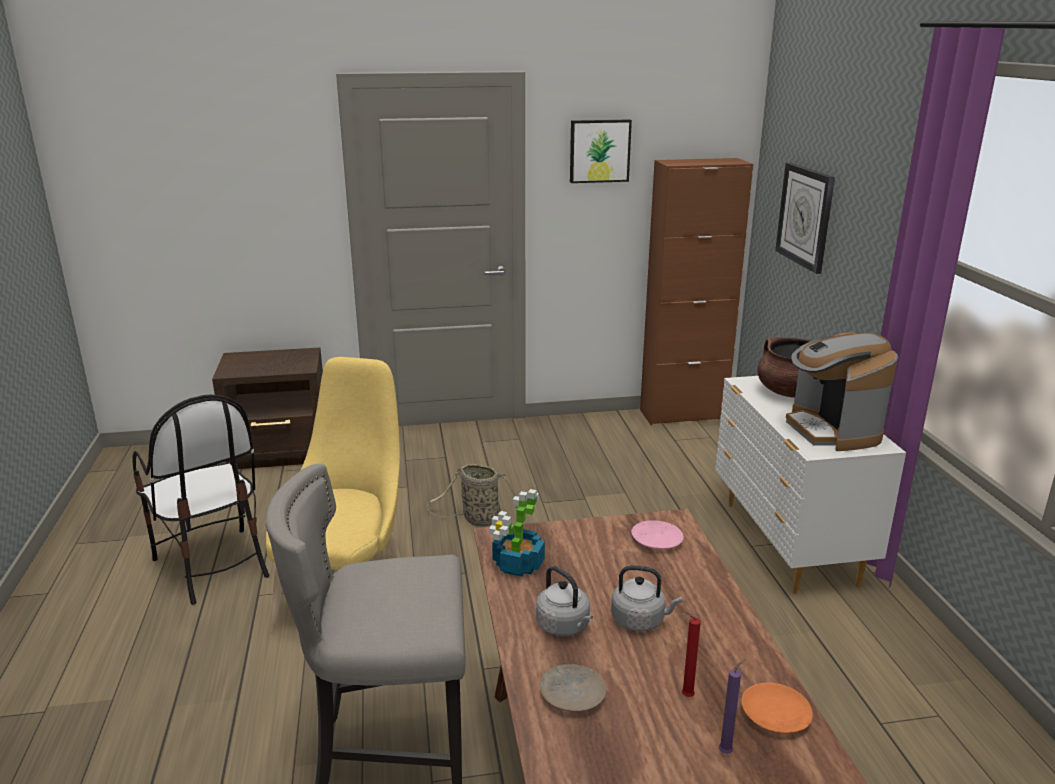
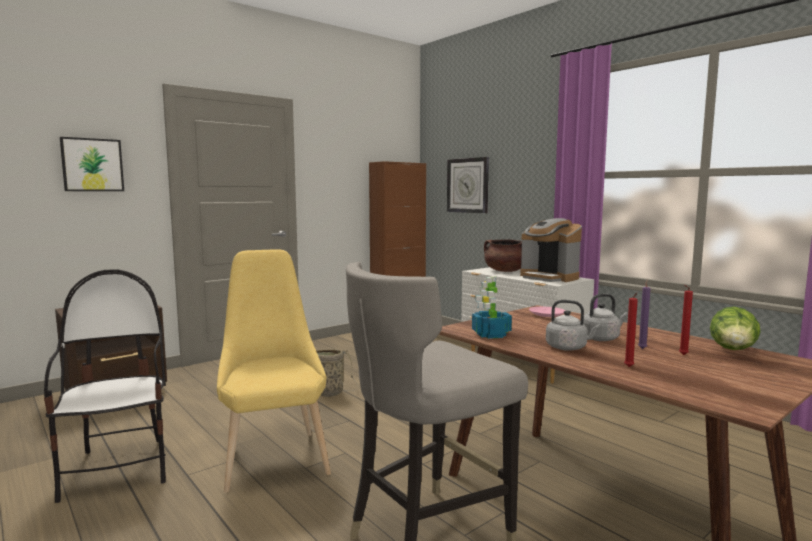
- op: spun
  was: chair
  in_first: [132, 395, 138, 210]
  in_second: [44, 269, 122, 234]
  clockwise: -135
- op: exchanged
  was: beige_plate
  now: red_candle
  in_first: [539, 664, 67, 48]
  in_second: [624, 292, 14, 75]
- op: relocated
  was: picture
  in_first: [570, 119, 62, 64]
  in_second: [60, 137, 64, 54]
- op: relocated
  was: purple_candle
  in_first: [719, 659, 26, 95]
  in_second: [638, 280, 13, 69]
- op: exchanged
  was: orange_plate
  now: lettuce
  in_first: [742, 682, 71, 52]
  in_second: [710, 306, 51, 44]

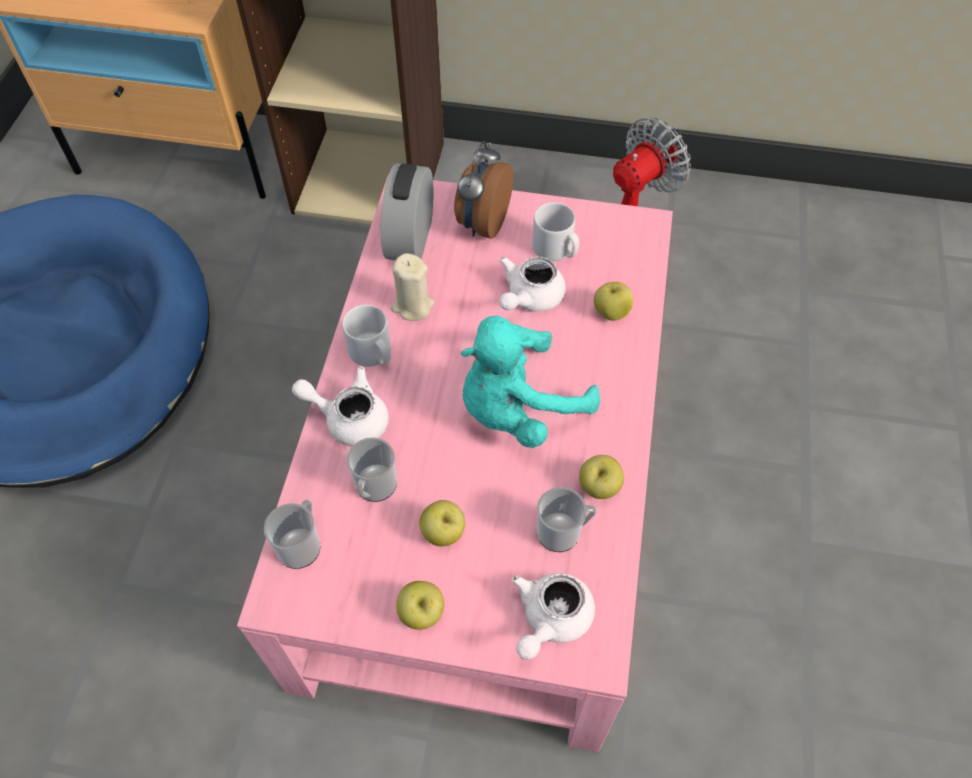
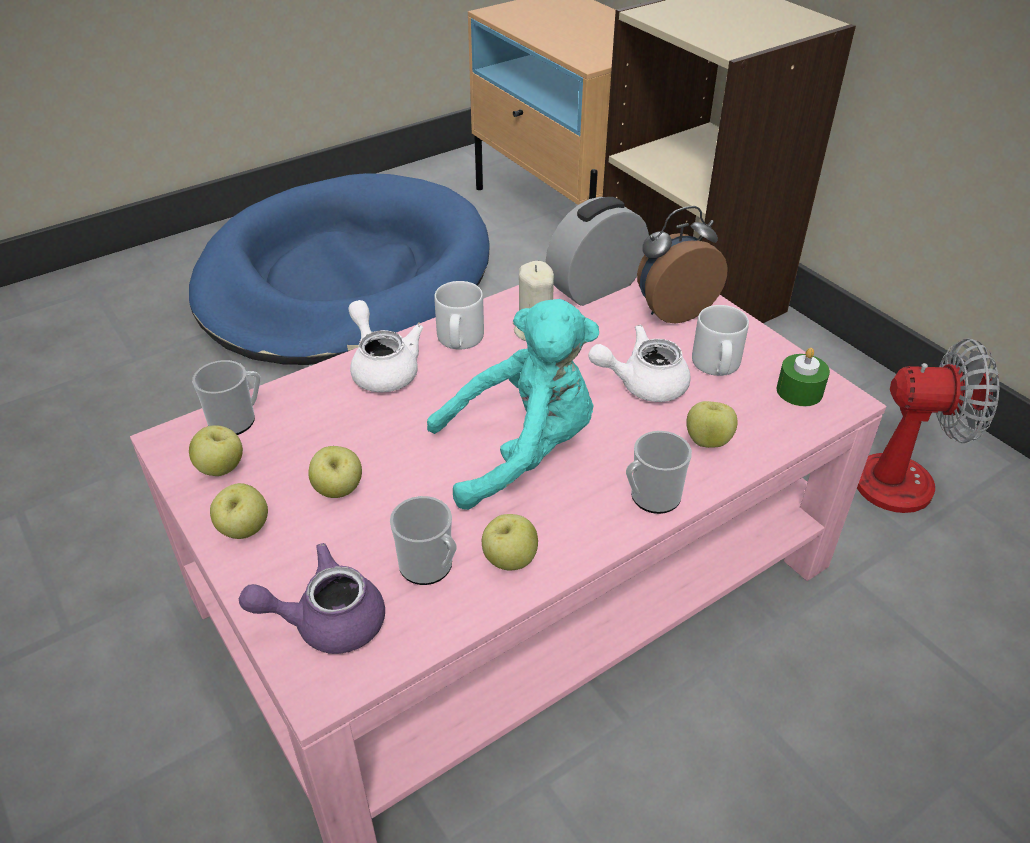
- op: relocated
  was: mug
  in_first: [347, 438, 50, 64]
  in_second: [626, 431, 66, 83]
- op: spun
  was: turquoise_plush_toy
  in_first: [461, 316, 140, 132]
  in_second: [427, 299, 172, 211]
  clockwise: 150
- op: colour
  was: white_teapot
  now: purple_teapot
  in_first: [512, 573, 83, 87]
  in_second: [239, 543, 146, 111]
- op: appeared
  now: apple
  in_second: [189, 425, 54, 51]
- op: appeared
  now: green_candle
  in_second: [776, 348, 54, 58]

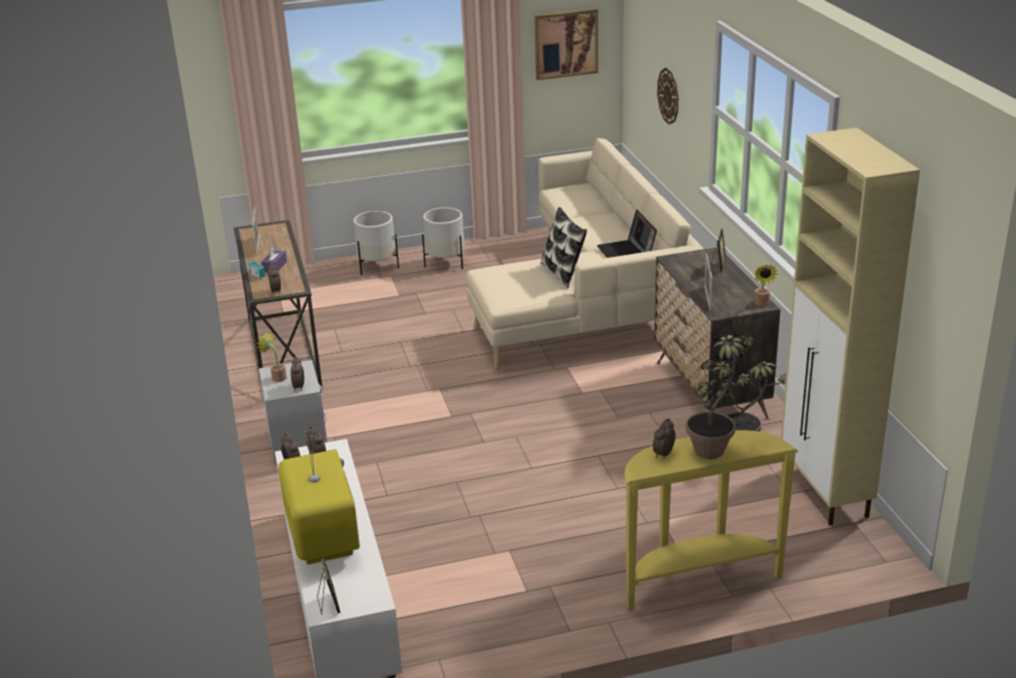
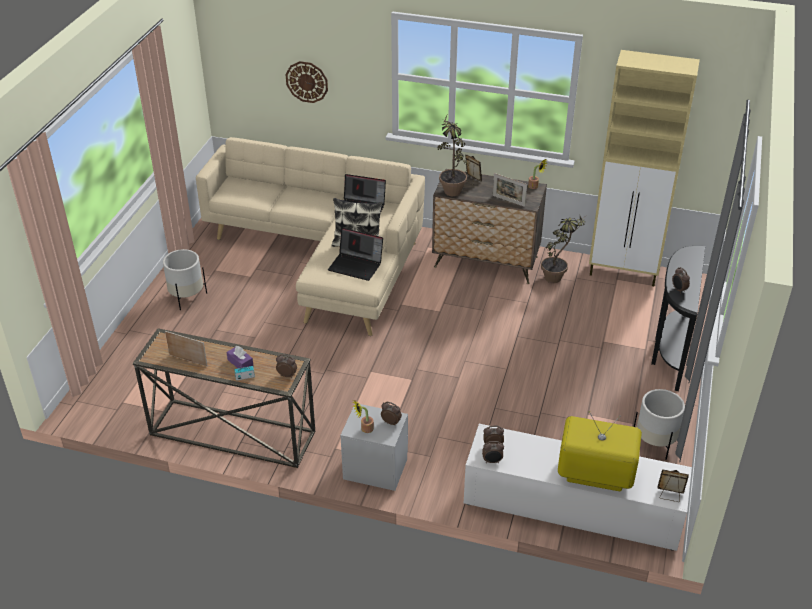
- op: relocated
  was: white_planter
  in_first: [353, 211, 46, 64]
  in_second: [634, 389, 51, 71]
- op: missing
  was: picture
  in_first: [534, 8, 64, 72]
- op: colour
  was: yellow_console_table
  now: black_console_table
  in_first: [625, 430, 173, 181]
  in_second: [651, 246, 54, 145]
- op: relocated
  was: potted_plant
  in_first: [686, 328, 71, 131]
  in_second: [437, 116, 31, 80]
- op: appeared
  now: laptop
  in_second: [328, 228, 55, 53]

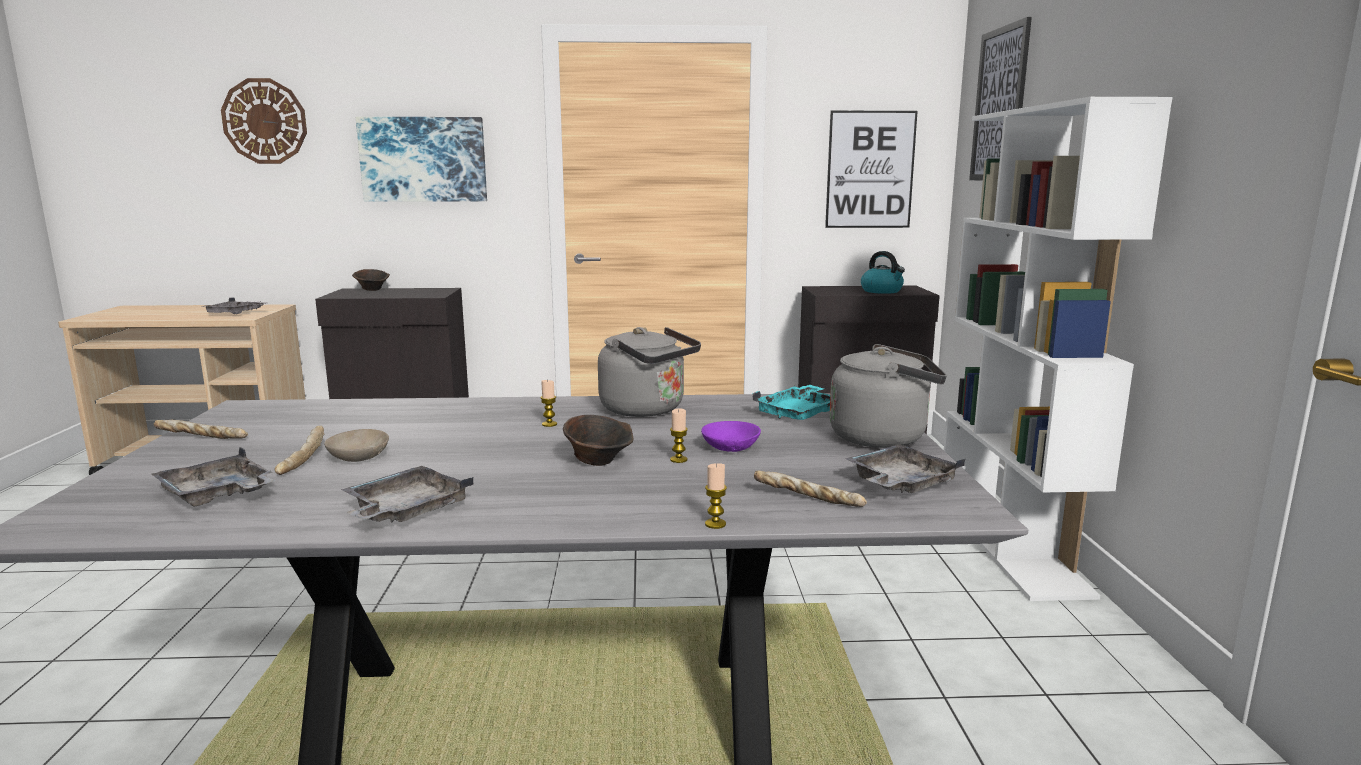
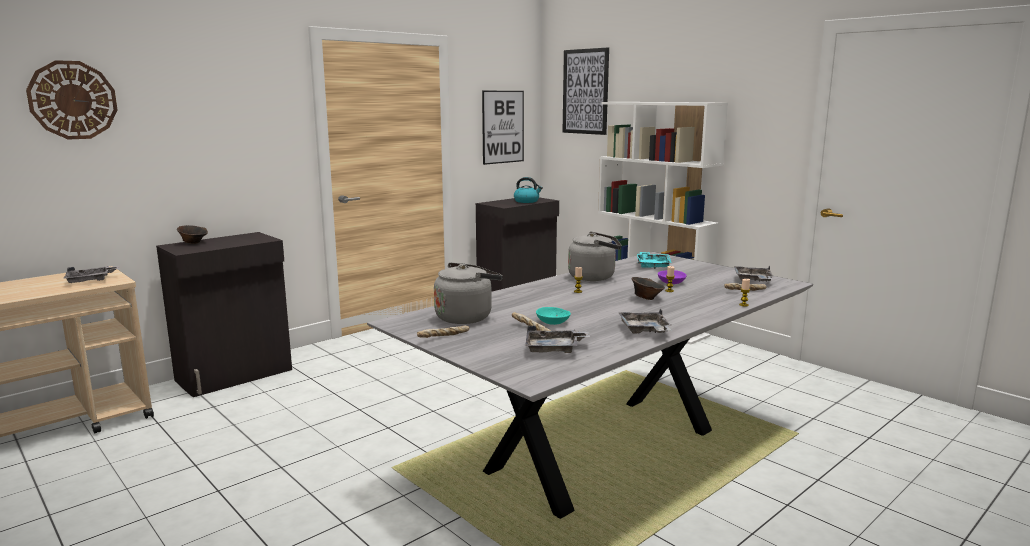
- op: colour
  was: beige_bowl
  now: turquoise_bowl
  in_first: [324, 429, 65, 33]
  in_second: [536, 307, 35, 18]
- op: missing
  was: picture
  in_first: [356, 117, 131, 85]
- op: relocated
  was: grey_kettle
  in_first: [829, 344, 118, 104]
  in_second: [434, 263, 69, 61]

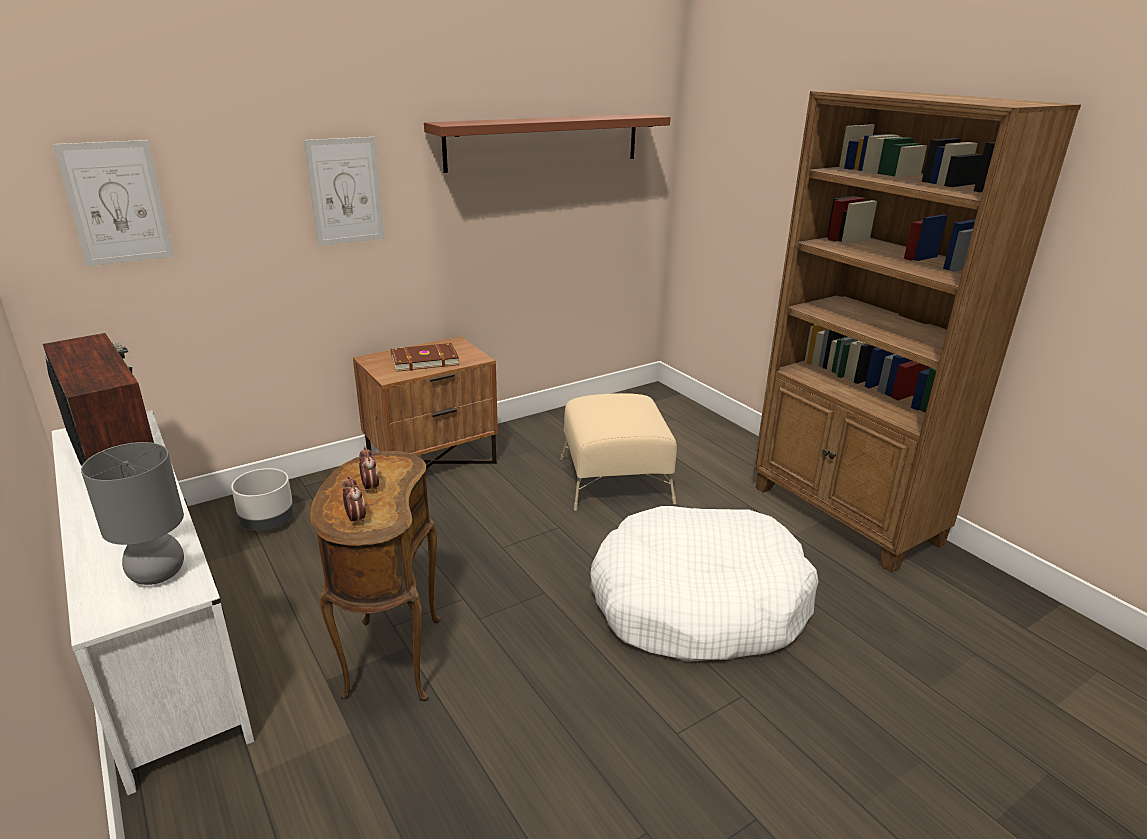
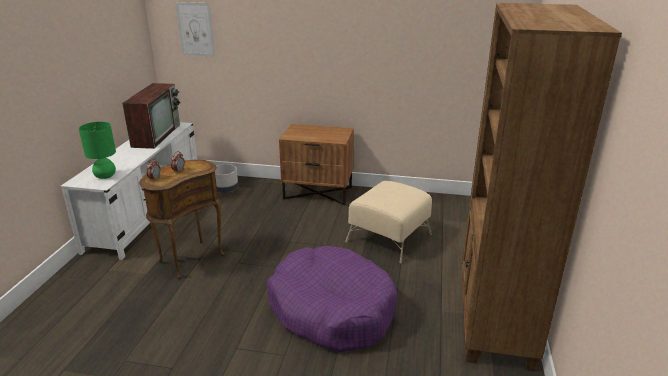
- op: colour
  was: grey_table_lamp
  now: green_table_lamp
  in_first: [81, 442, 103, 143]
  in_second: [79, 121, 37, 58]
- op: missing
  was: picture
  in_first: [304, 137, 80, 109]
- op: missing
  was: brown_book
  in_first: [391, 343, 68, 29]
- op: missing
  was: brown_shelf
  in_first: [424, 114, 246, 59]
- op: colour
  was: white_dog_bed
  now: purple_dog_bed
  in_first: [590, 506, 229, 156]
  in_second: [267, 246, 130, 106]

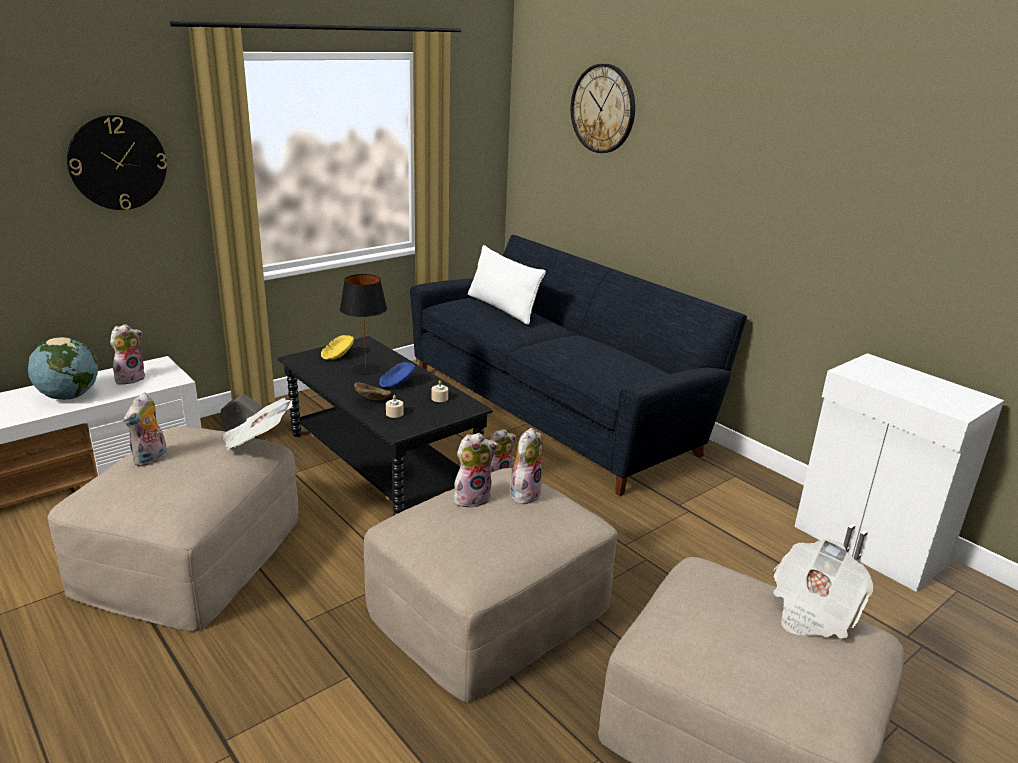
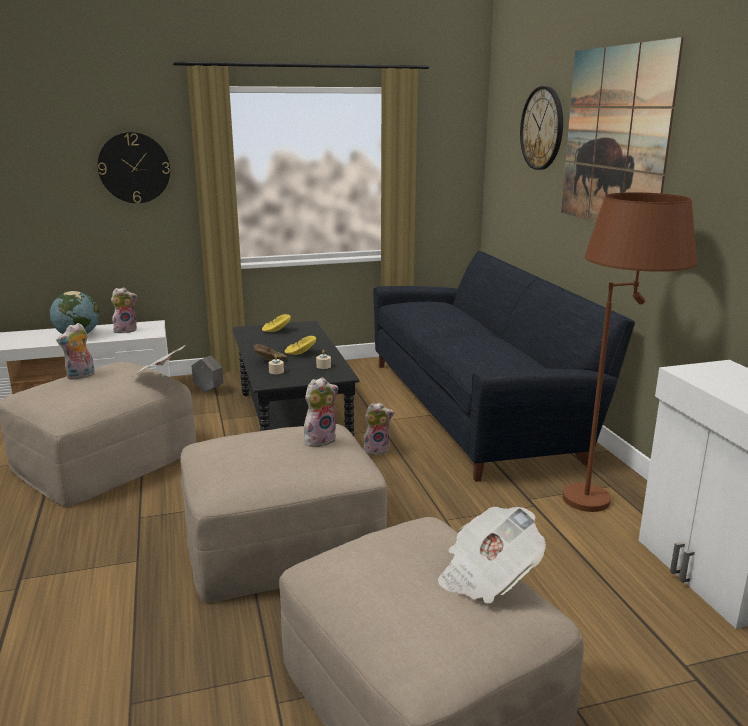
- op: missing
  was: black_table_lamp
  in_first: [340, 274, 47, 101]
- op: colour
  was: blue_bowl
  now: yellow_bowl
  in_first: [379, 362, 36, 26]
  in_second: [285, 336, 31, 19]
- op: missing
  was: plush_toy
  in_first: [454, 433, 44, 75]
- op: missing
  was: white_pillow
  in_first: [468, 245, 78, 80]
- op: appeared
  now: picture
  in_second: [561, 37, 123, 185]
- op: appeared
  now: brown_floor_lamp
  in_second: [563, 192, 134, 320]

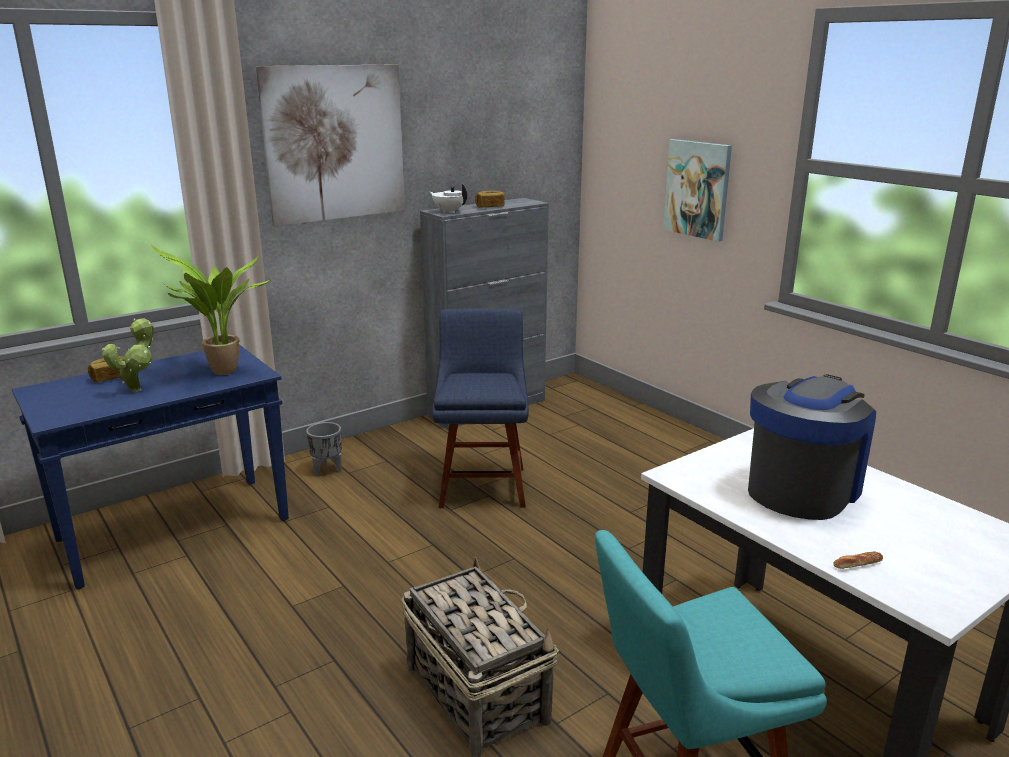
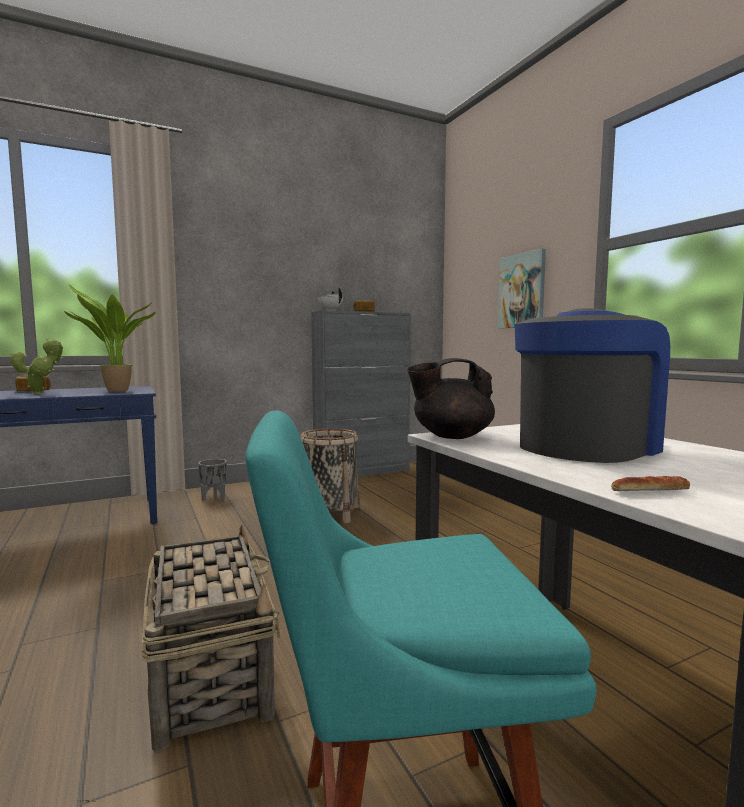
- op: missing
  was: picture
  in_first: [256, 64, 149, 162]
- op: exchanged
  was: blue_chair
  now: basket
  in_first: [432, 308, 97, 200]
  in_second: [301, 429, 59, 94]
- op: appeared
  now: black_teapot
  in_second: [407, 358, 88, 81]

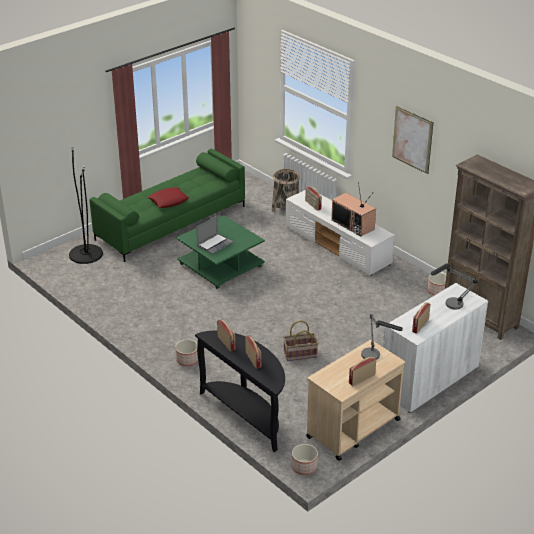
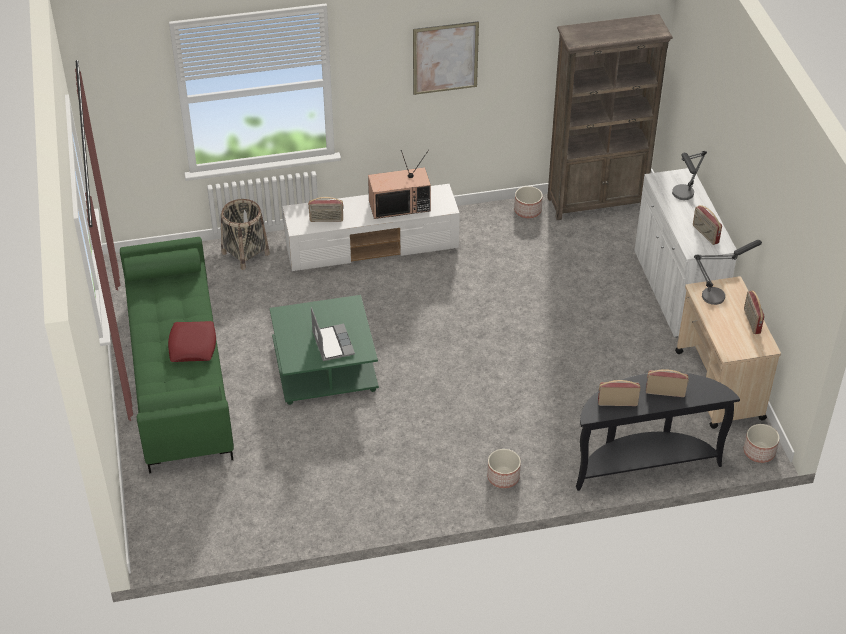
- op: missing
  was: black_floor_lamp
  in_first: [69, 147, 34, 117]
- op: missing
  was: basket
  in_first: [283, 321, 35, 40]

